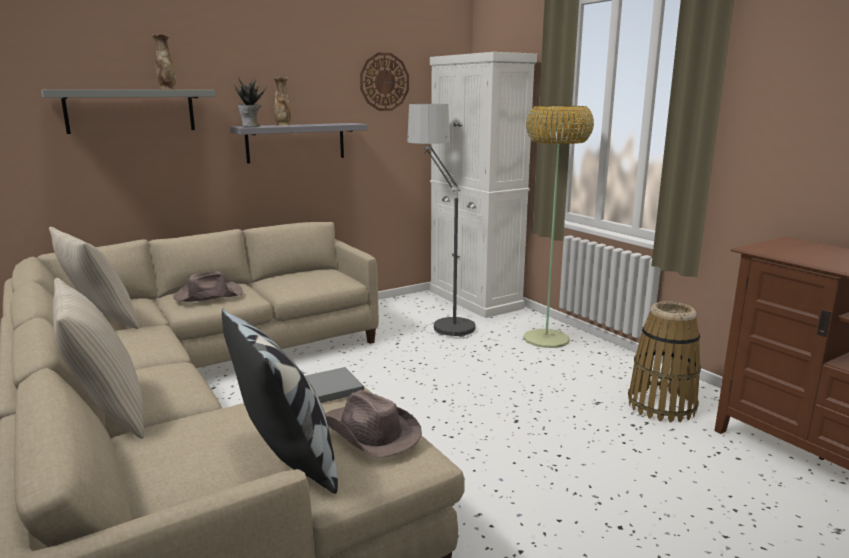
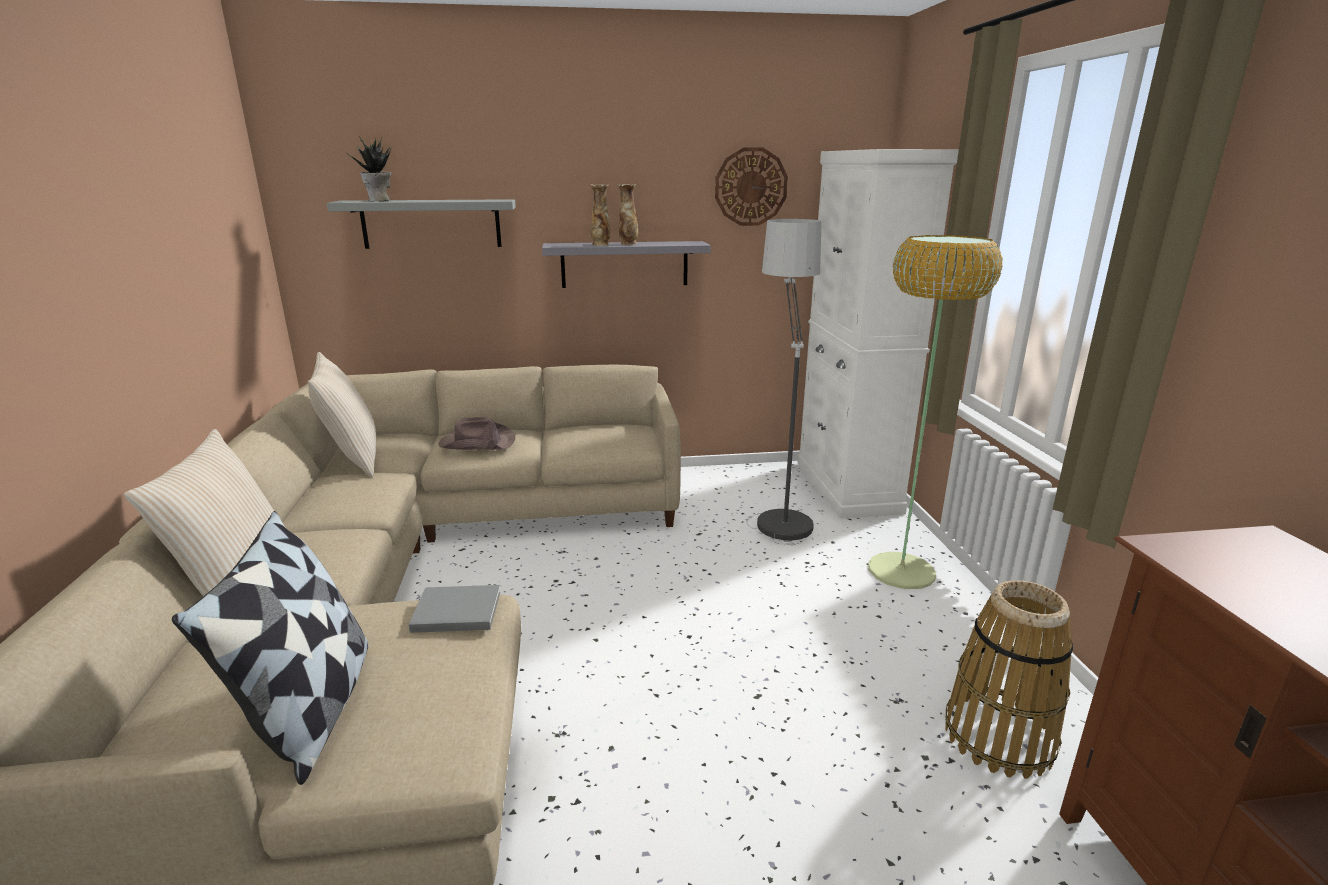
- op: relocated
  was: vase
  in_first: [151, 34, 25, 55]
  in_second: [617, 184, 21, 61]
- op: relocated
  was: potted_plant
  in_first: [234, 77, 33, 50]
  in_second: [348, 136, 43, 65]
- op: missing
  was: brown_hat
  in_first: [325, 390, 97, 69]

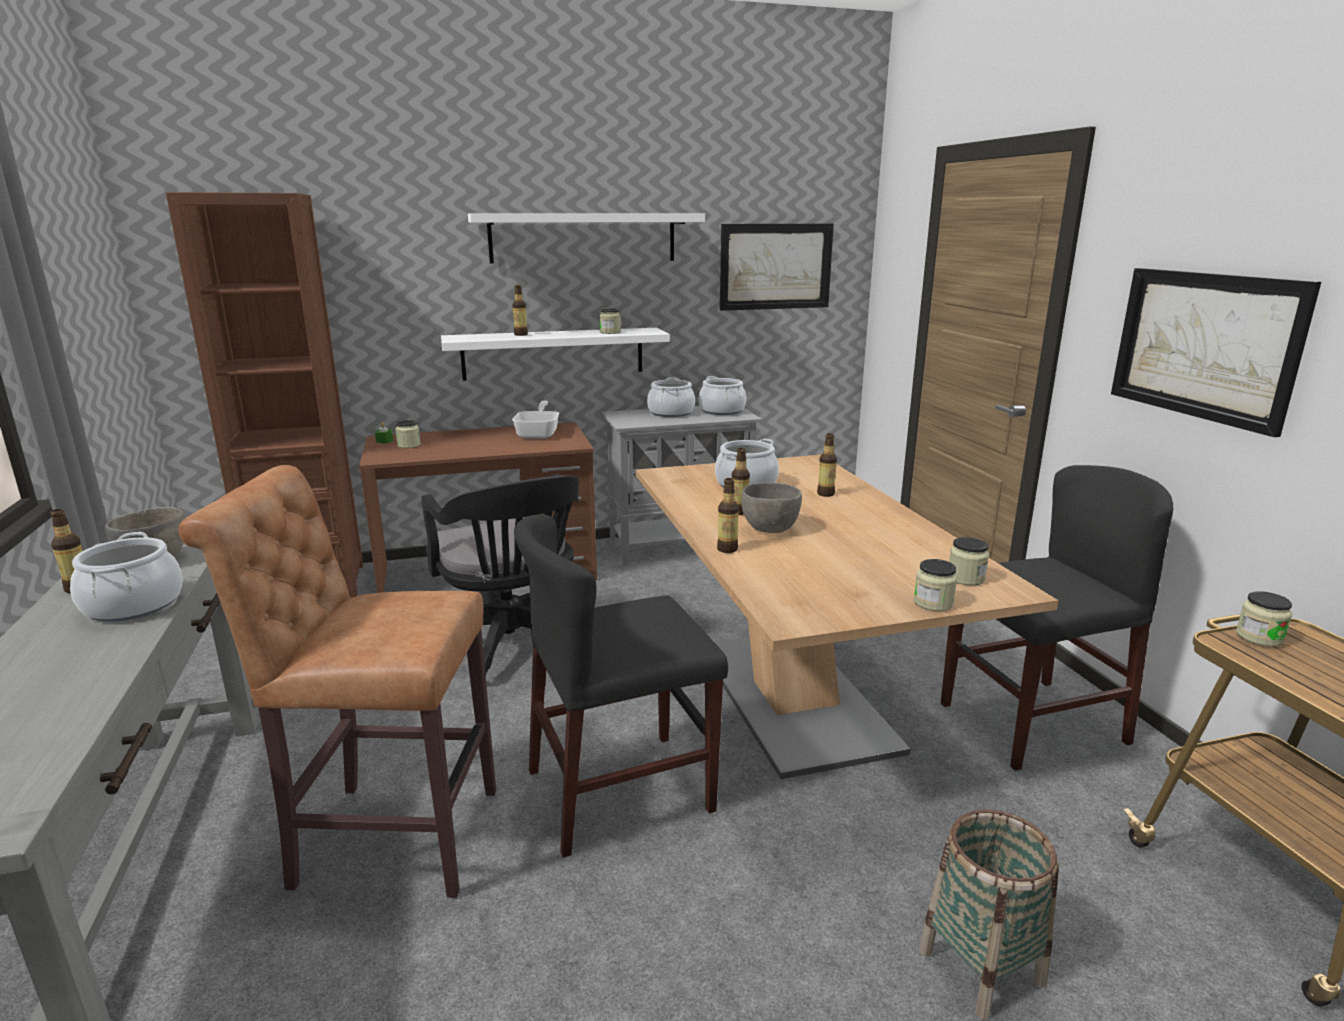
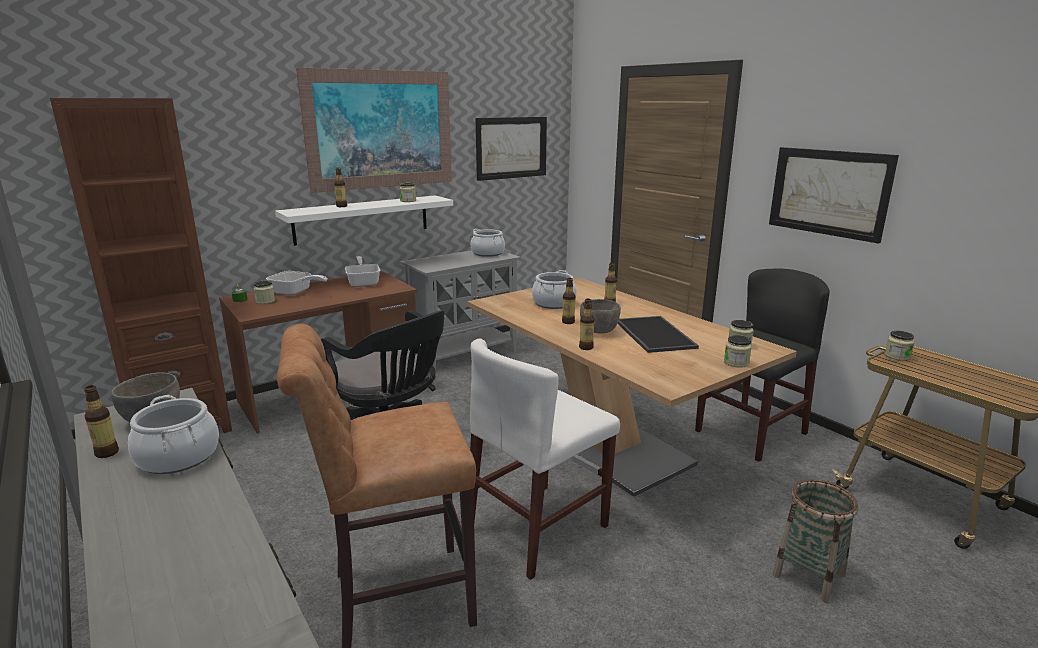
- op: exchanged
  was: white_shelf
  now: picture
  in_first: [468, 213, 237, 50]
  in_second: [296, 67, 156, 126]
- op: colour
  was: black_chair
  now: white_chair
  in_first: [514, 514, 214, 344]
  in_second: [470, 338, 150, 242]
- op: missing
  was: cooking_pot
  in_first: [647, 377, 48, 40]
- op: appeared
  now: frying_pan
  in_second: [266, 271, 62, 24]
- op: appeared
  now: tray
  in_second: [618, 316, 81, 37]

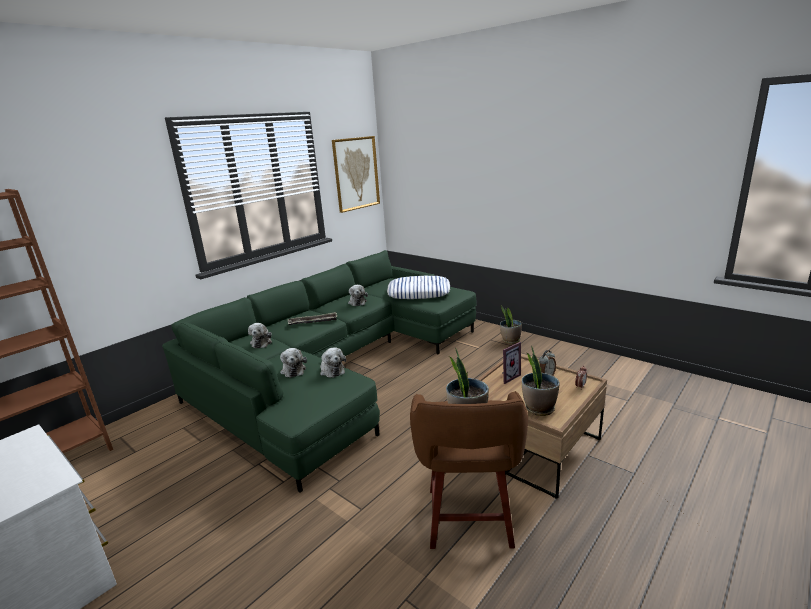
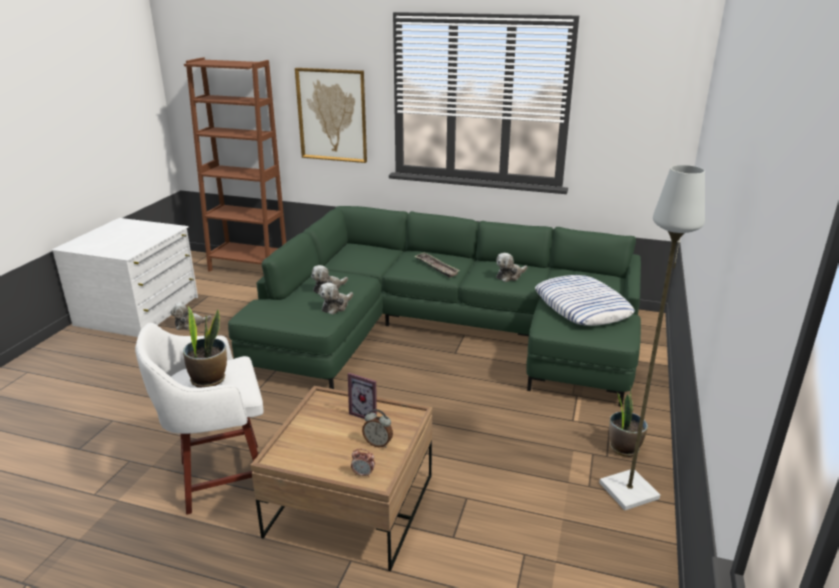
- op: relocated
  was: plush_toy
  in_first: [248, 323, 24, 25]
  in_second: [170, 303, 42, 27]
- op: relocated
  was: picture
  in_first: [332, 136, 48, 77]
  in_second: [295, 68, 72, 95]
- op: colour
  was: brown_stool
  now: white_stool
  in_first: [410, 391, 118, 158]
  in_second: [135, 323, 129, 192]
- op: missing
  was: potted_plant
  in_first: [522, 346, 38, 70]
- op: appeared
  now: grey_floor_lamp
  in_second: [599, 165, 106, 345]

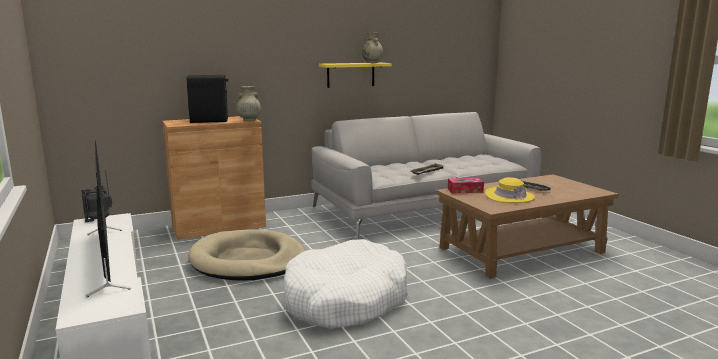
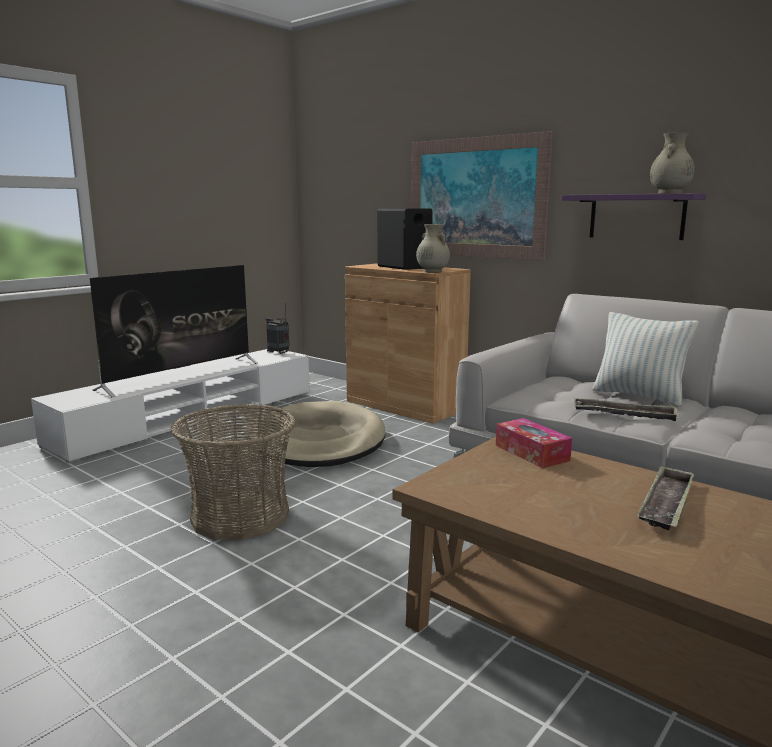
- op: exchanged
  was: white_dog_bed
  now: basket
  in_first: [284, 239, 124, 90]
  in_second: [171, 404, 125, 136]
- op: colour
  was: yellow_shelf
  now: purple_shelf
  in_first: [319, 63, 73, 25]
  in_second: [562, 193, 145, 47]
- op: missing
  was: yellow_hat
  in_first: [485, 177, 50, 26]
- op: appeared
  now: picture
  in_second: [411, 131, 142, 130]
- op: appeared
  now: pillow
  in_second: [593, 312, 106, 95]

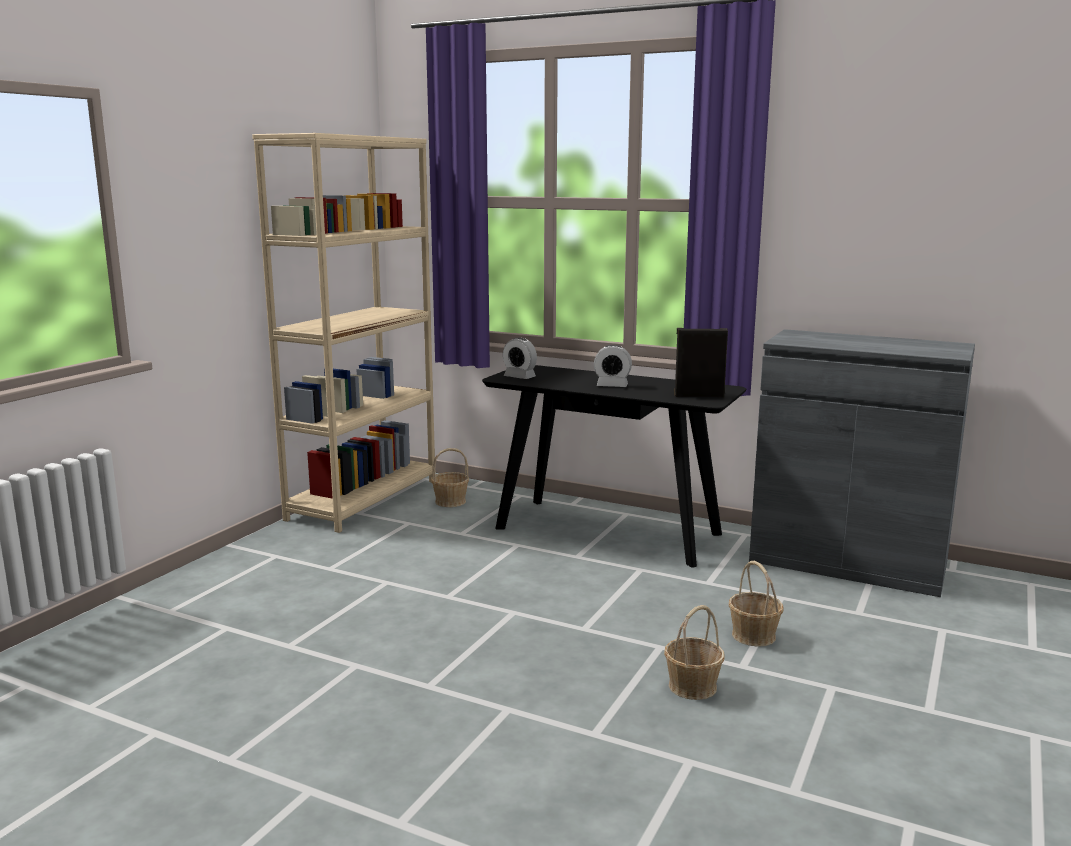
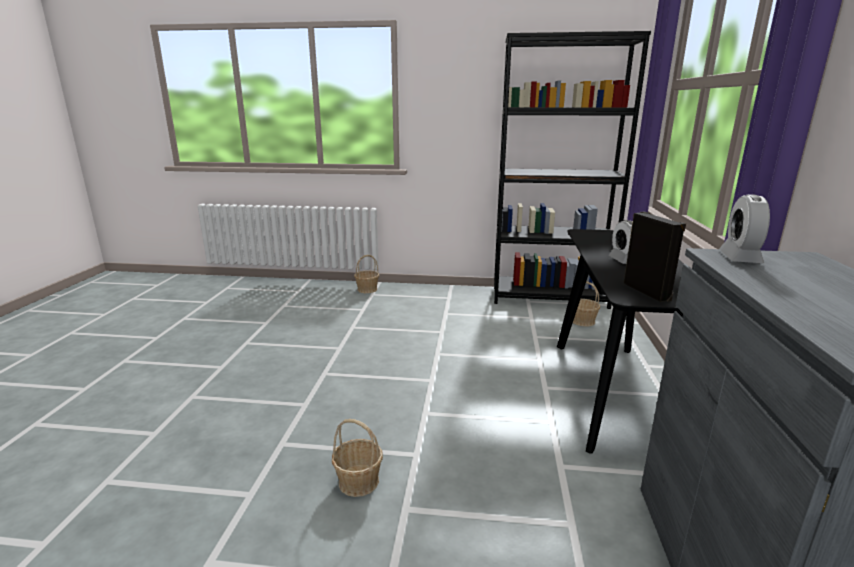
- op: colour
  was: beige_bookcase
  now: black_bookcase
  in_first: [252, 133, 183, 400]
  in_second: [494, 31, 157, 278]
- op: relocated
  was: alarm_clock
  in_first: [503, 338, 34, 41]
  in_second: [719, 194, 51, 69]
- op: relocated
  was: basket
  in_first: [729, 561, 54, 86]
  in_second: [354, 255, 25, 38]

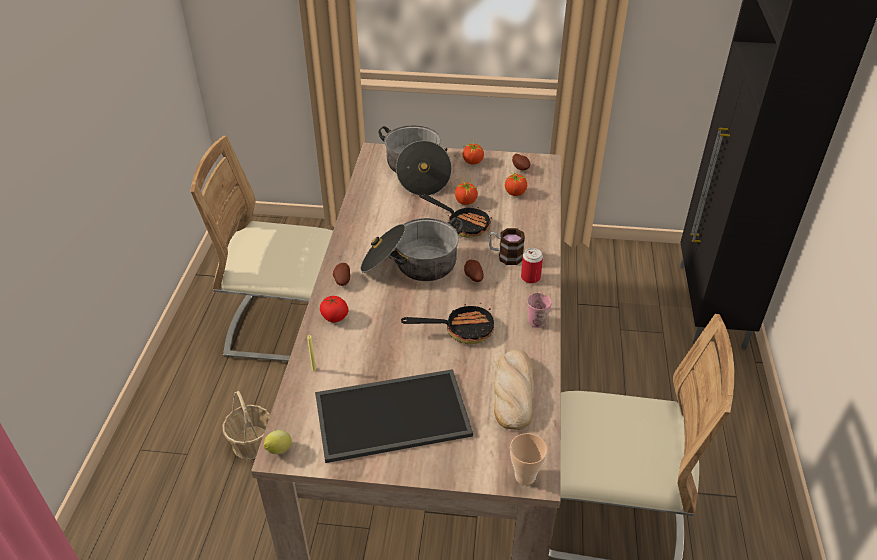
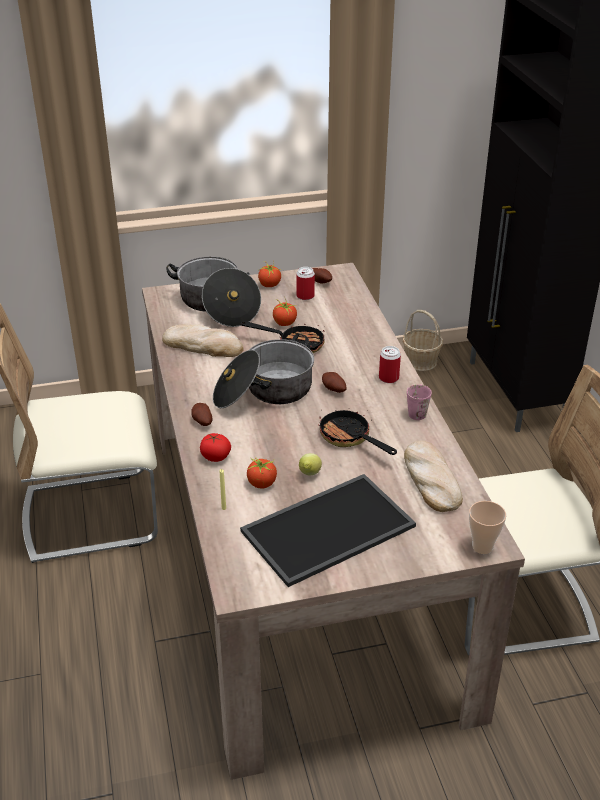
- op: relocated
  was: basket
  in_first: [222, 391, 48, 69]
  in_second: [402, 310, 41, 61]
- op: relocated
  was: lemon
  in_first: [263, 430, 29, 24]
  in_second: [299, 453, 23, 23]
- op: spun
  was: frying_pan
  in_first: [401, 303, 93, 41]
  in_second: [318, 410, 79, 45]
  clockwise: -105
- op: missing
  was: mug
  in_first: [489, 228, 36, 37]
- op: relocated
  was: tomato
  in_first: [505, 173, 23, 23]
  in_second: [247, 457, 30, 32]
- op: appeared
  now: bread
  in_second: [162, 324, 82, 33]
- op: appeared
  now: can
  in_second: [296, 267, 19, 33]

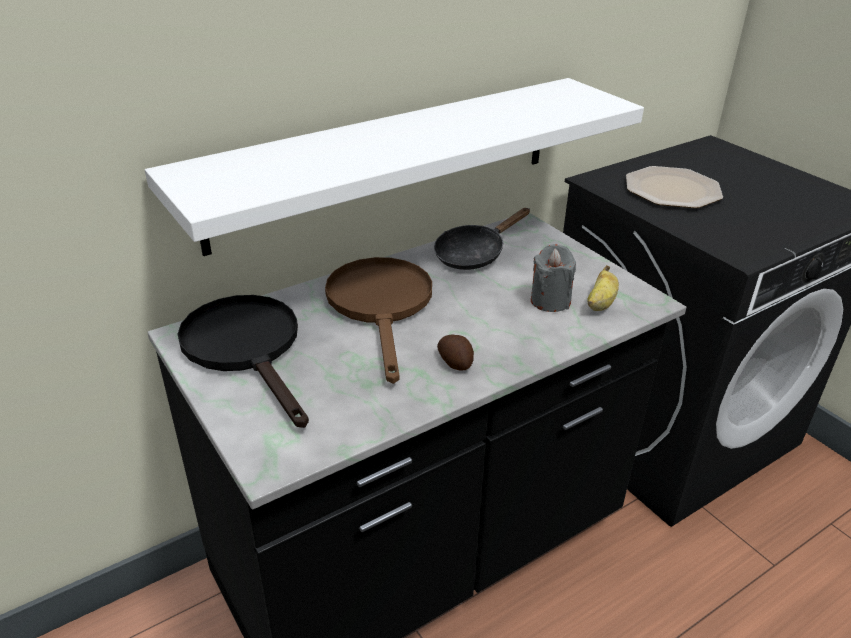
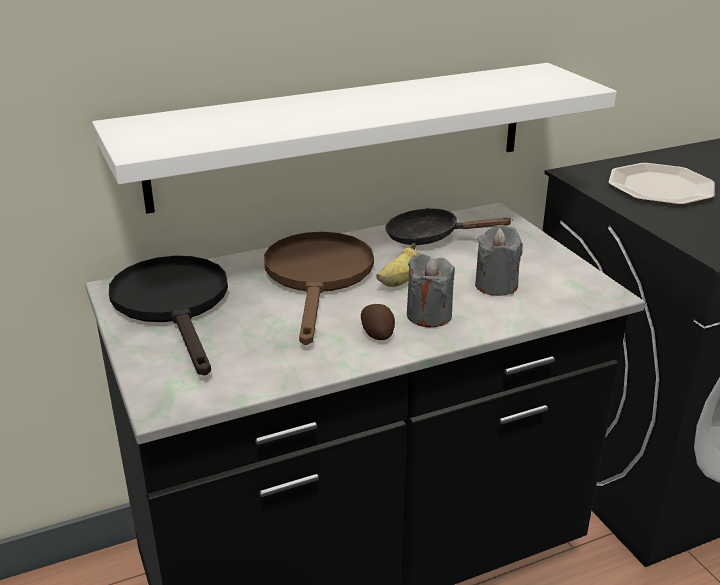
- op: spun
  was: black_frying_pan
  in_first: [434, 208, 96, 62]
  in_second: [385, 208, 128, 37]
  clockwise: 45
- op: relocated
  was: banana
  in_first: [587, 265, 32, 46]
  in_second: [376, 243, 42, 44]
- op: appeared
  now: grey_candle
  in_second: [407, 253, 48, 74]

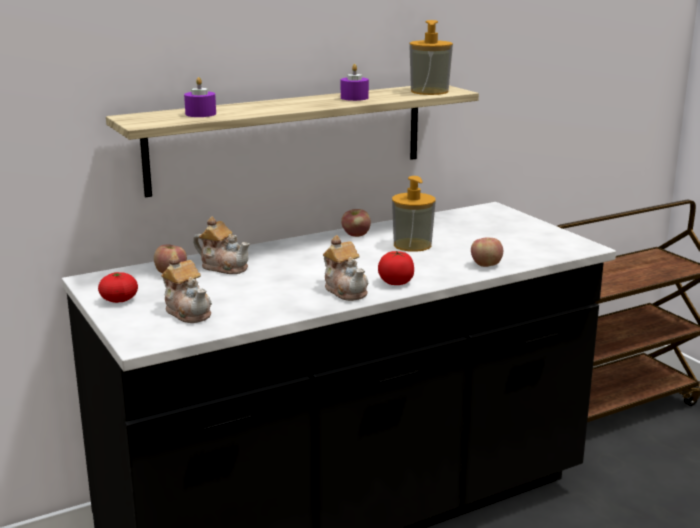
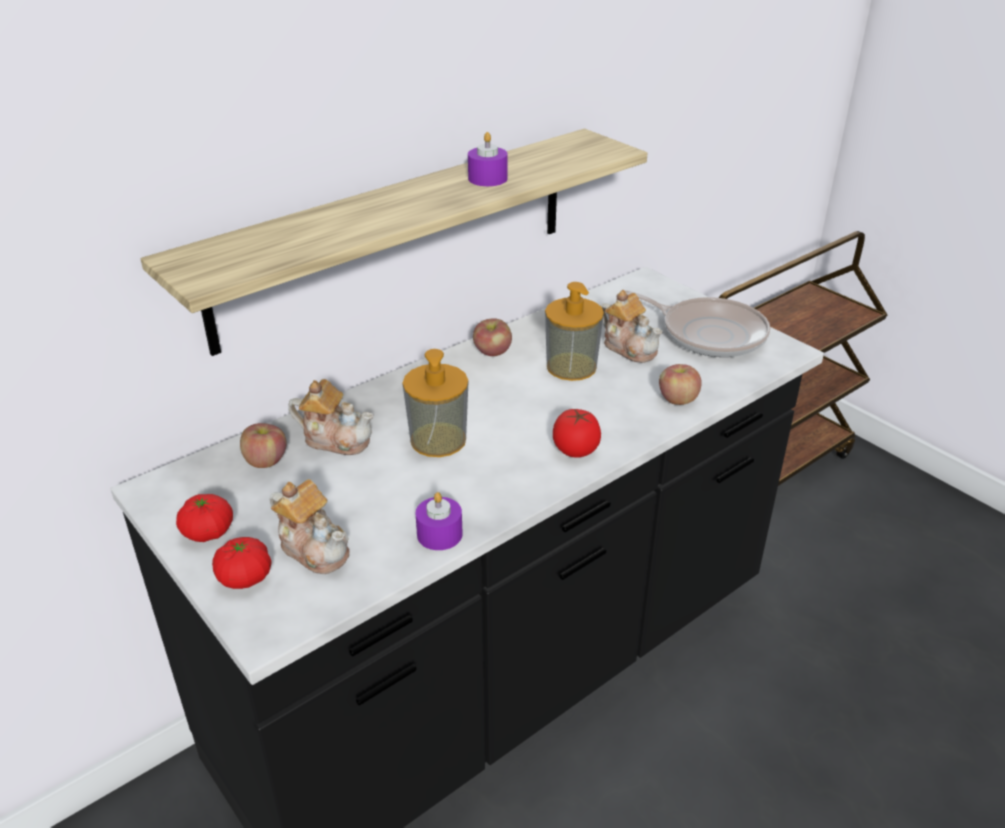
- op: relocated
  was: purple_candle
  in_first: [184, 77, 32, 40]
  in_second: [415, 492, 47, 58]
- op: relocated
  was: teapot
  in_first: [323, 235, 45, 66]
  in_second: [601, 290, 62, 73]
- op: relocated
  was: soap_dispenser
  in_first: [409, 20, 44, 75]
  in_second: [402, 349, 67, 108]
- op: appeared
  now: tomato
  in_second: [212, 537, 60, 52]
- op: appeared
  now: frying_pan
  in_second: [625, 290, 146, 67]

